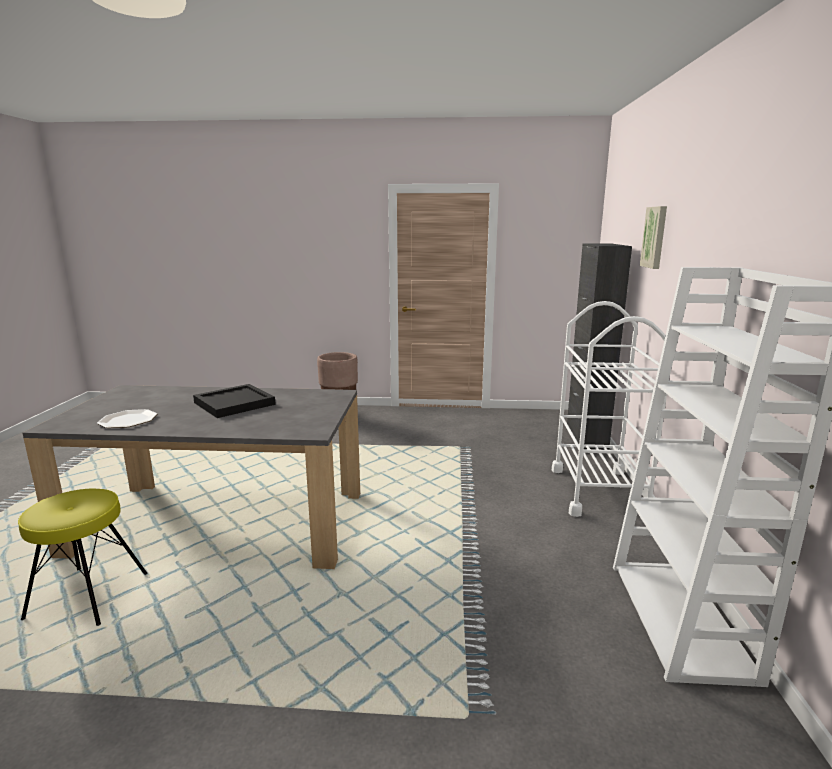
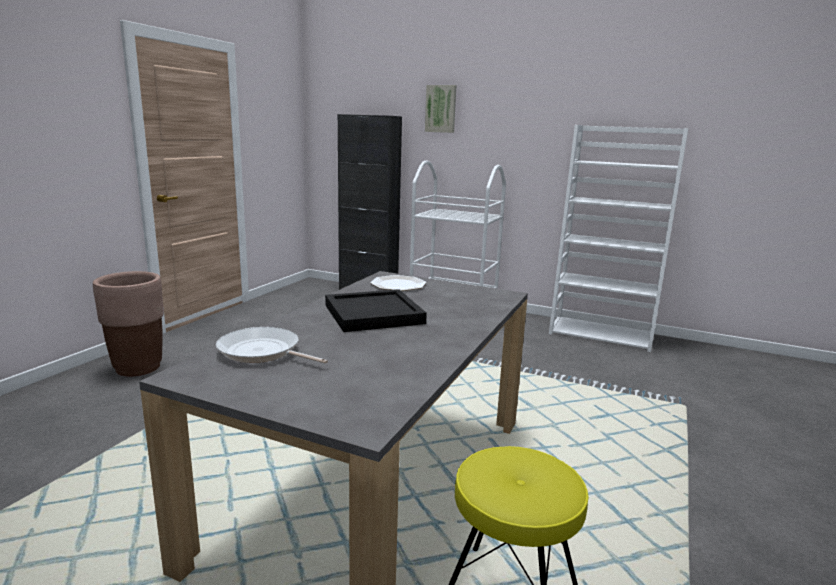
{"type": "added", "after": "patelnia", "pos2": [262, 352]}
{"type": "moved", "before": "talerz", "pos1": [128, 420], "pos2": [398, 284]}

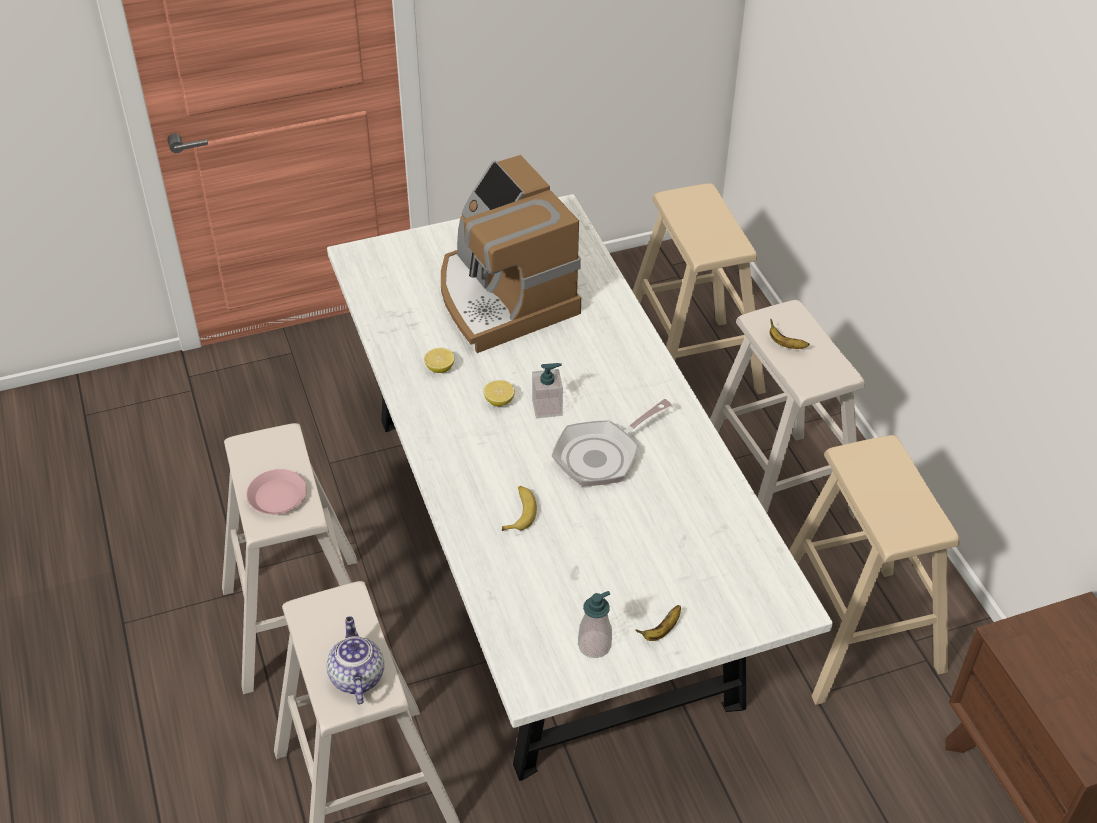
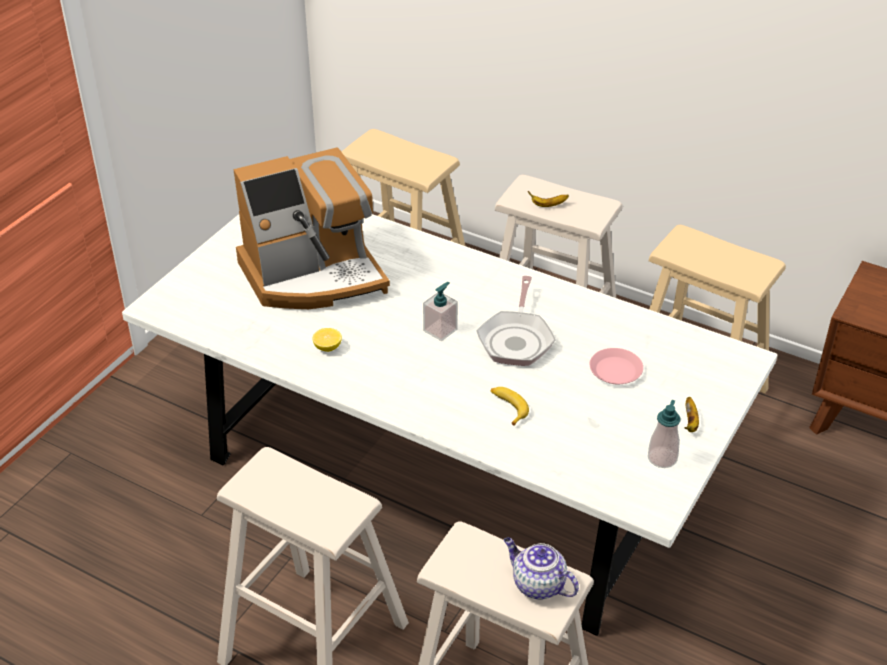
{"type": "turned", "before": "ekspres do kawy", "pos1": [502, 297], "pos2": [313, 275], "turn": -45}
{"type": "moved", "before": "talerz (różowy)", "pos1": [277, 497], "pos2": [615, 371]}
{"type": "removed", "before": "cytryna", "pos1": [499, 401]}

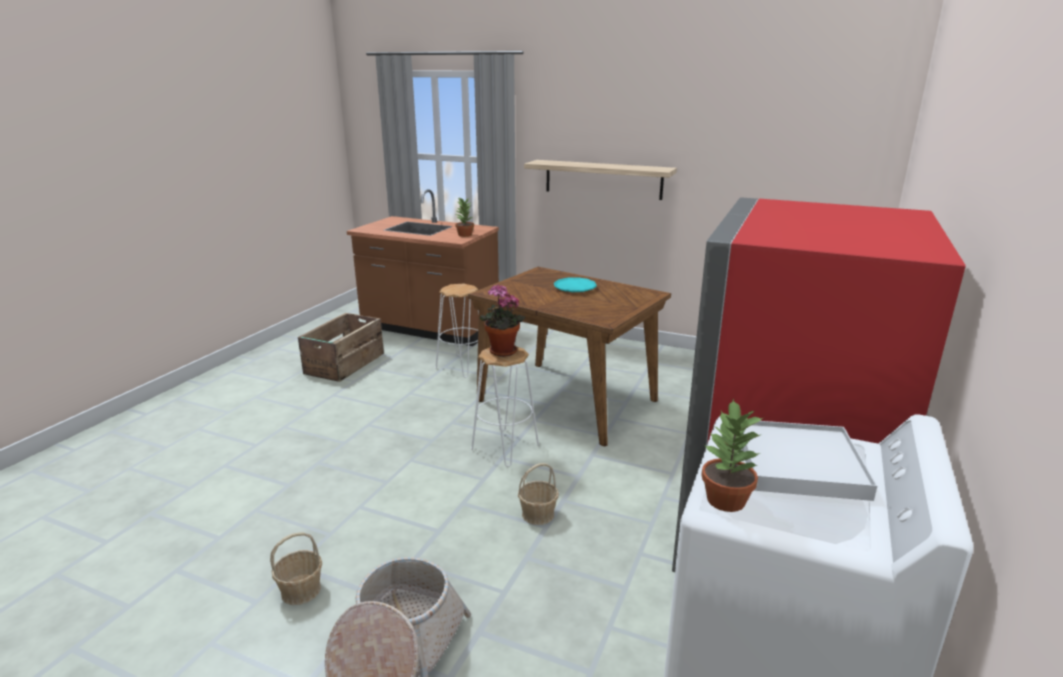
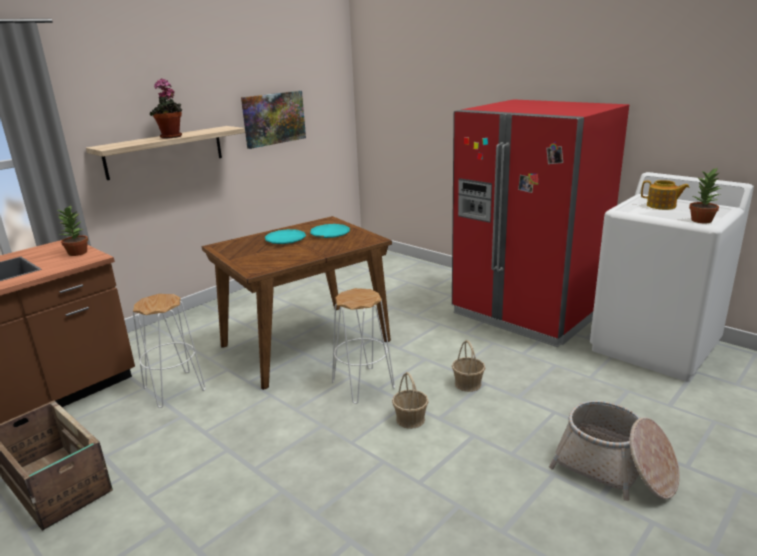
{"type": "moved", "before": "roślina doniczkowa", "pos1": [501, 352], "pos2": [171, 137]}
{"type": "added", "after": "obraz", "pos2": [273, 118]}
{"type": "added", "after": "talerz (turkusowy)", "pos2": [330, 234]}
{"type": "moved", "before": "koszyk", "pos1": [301, 590], "pos2": [410, 419]}
{"type": "replaced", "before": "taca (biały)", "after": "imbryk", "pos1": [799, 463], "pos2": [662, 206]}

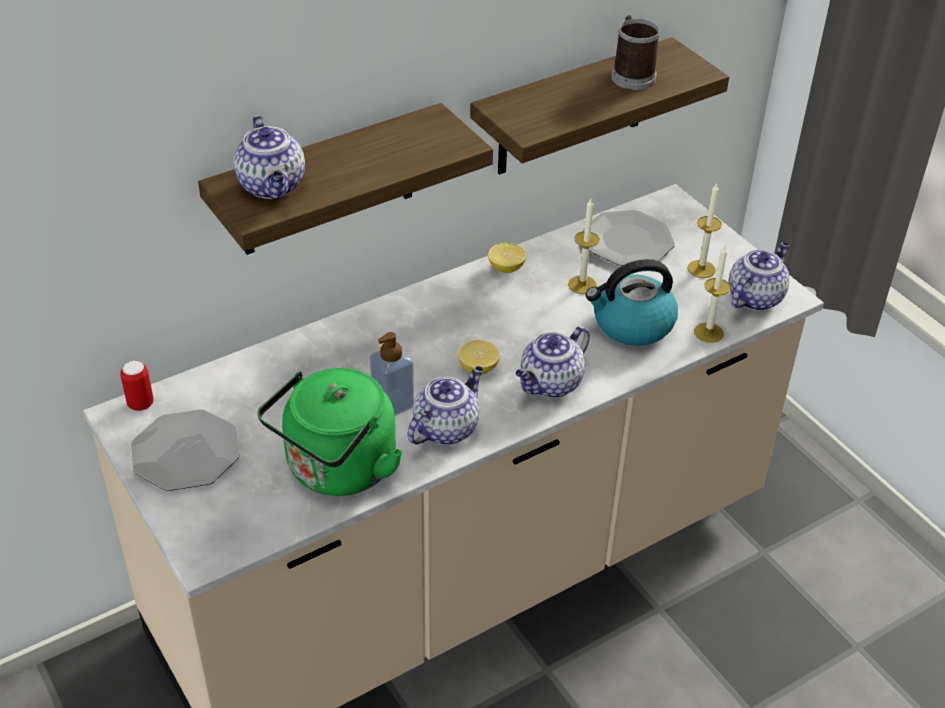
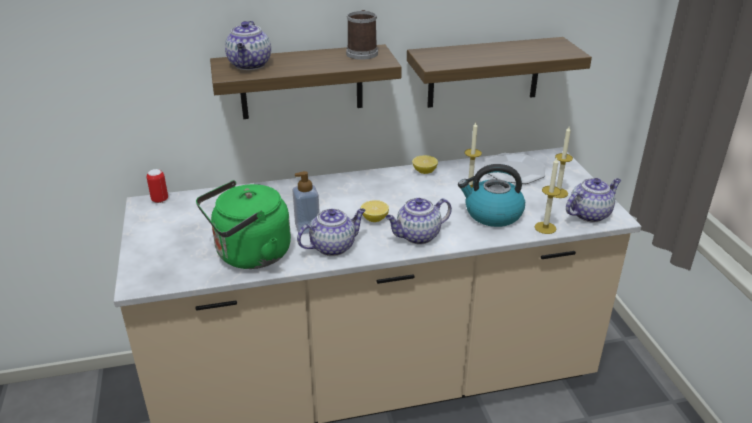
{"type": "moved", "before": "kubek", "pos1": [631, 75], "pos2": [362, 52]}
{"type": "removed", "before": "talerz", "pos1": [186, 452]}

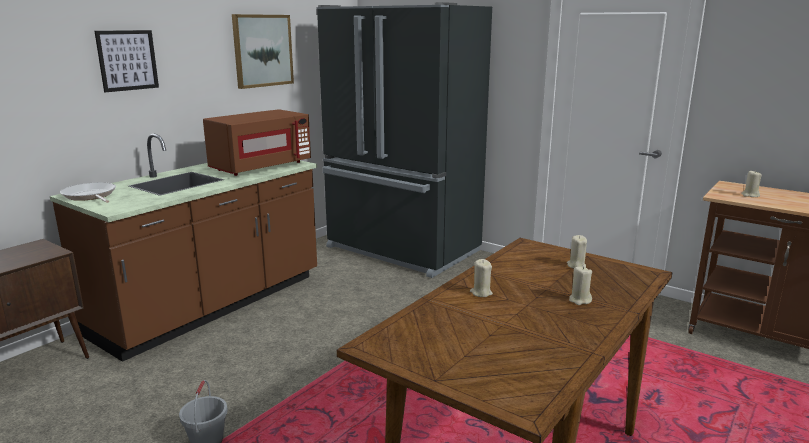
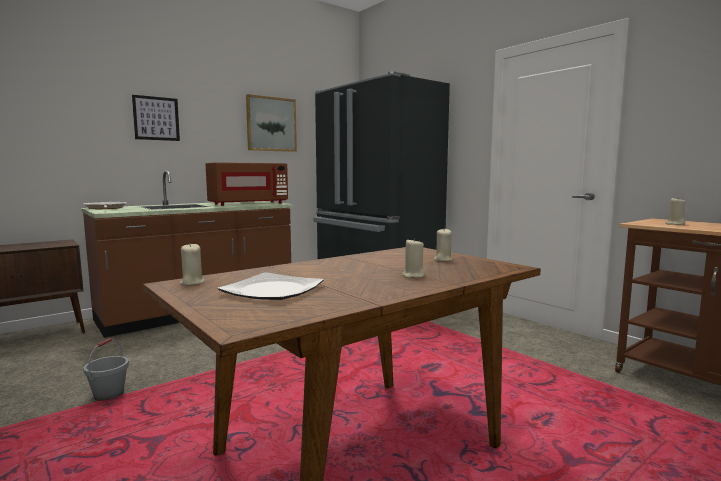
{"type": "moved", "before": "świeca (beżowy)", "pos1": [481, 293], "pos2": [192, 283]}
{"type": "added", "after": "talerz", "pos2": [272, 290]}

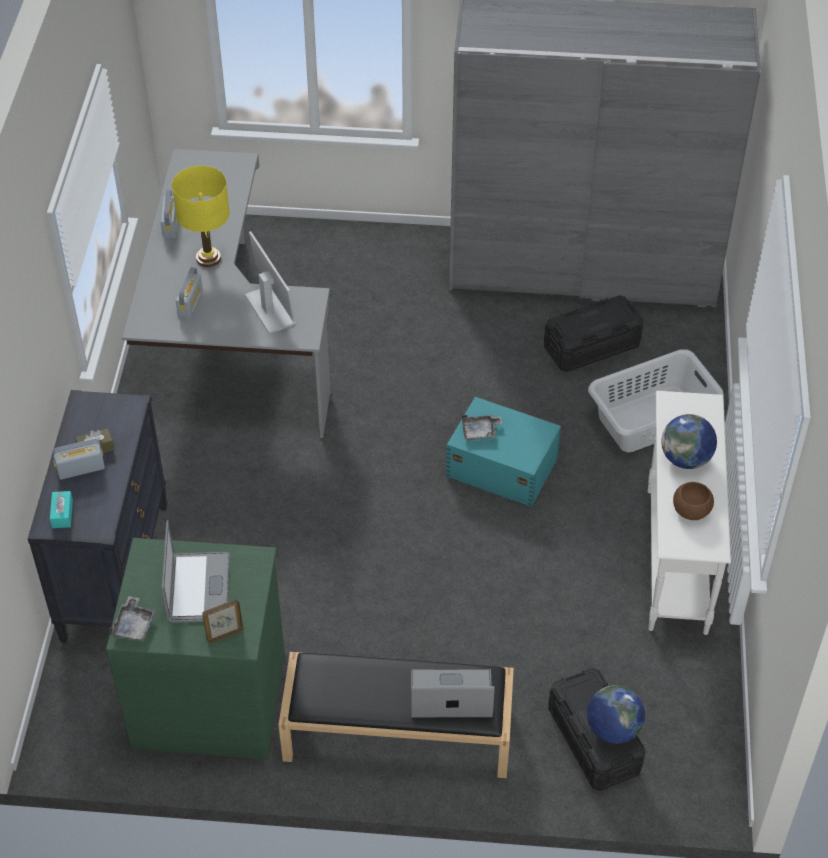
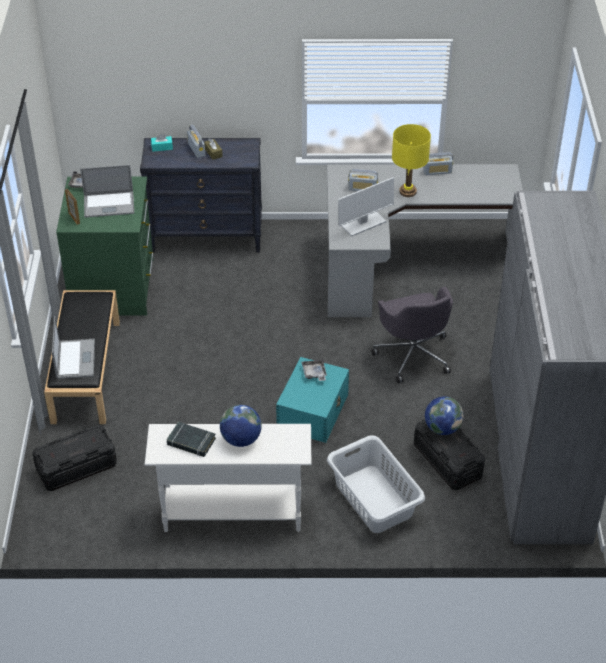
{"type": "replaced", "before": "miska (brązowy)", "after": "książka (czarny)", "pos1": [691, 510], "pos2": [191, 442]}
{"type": "added", "after": "krzesło biurowe (szary)", "pos2": [413, 354]}
{"type": "moved", "before": "globus", "pos1": [613, 729], "pos2": [442, 428]}

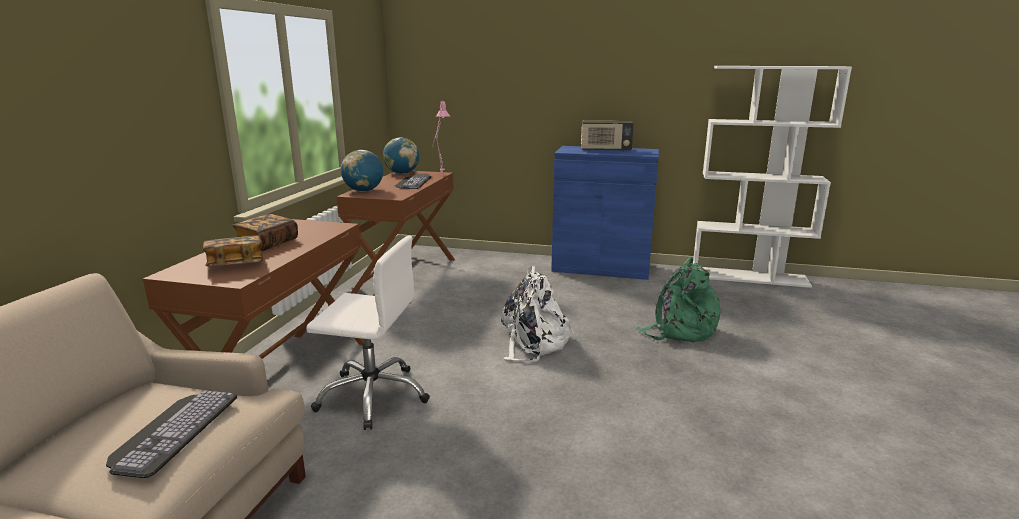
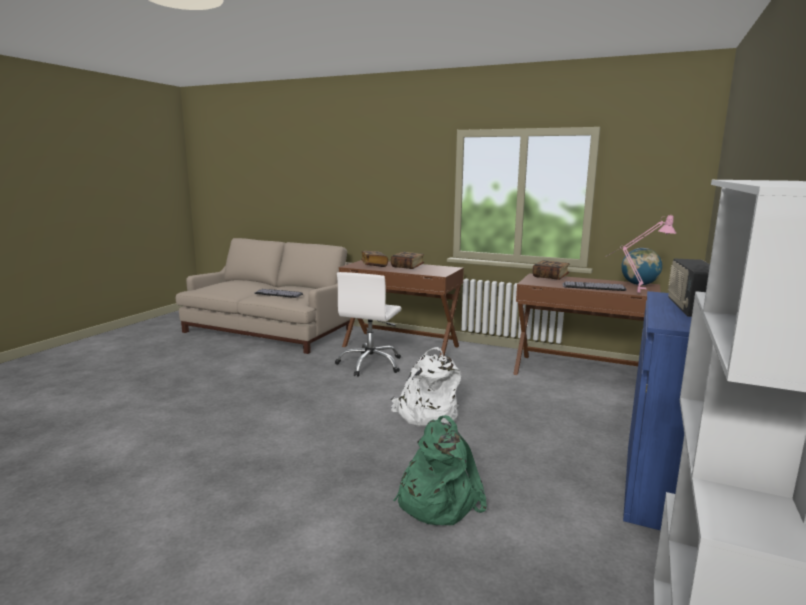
{"type": "replaced", "before": "globus", "after": "książka", "pos1": [363, 191], "pos2": [550, 277]}

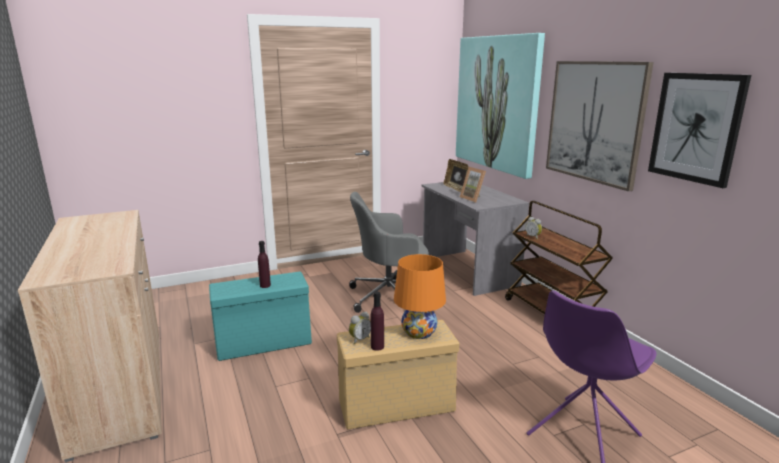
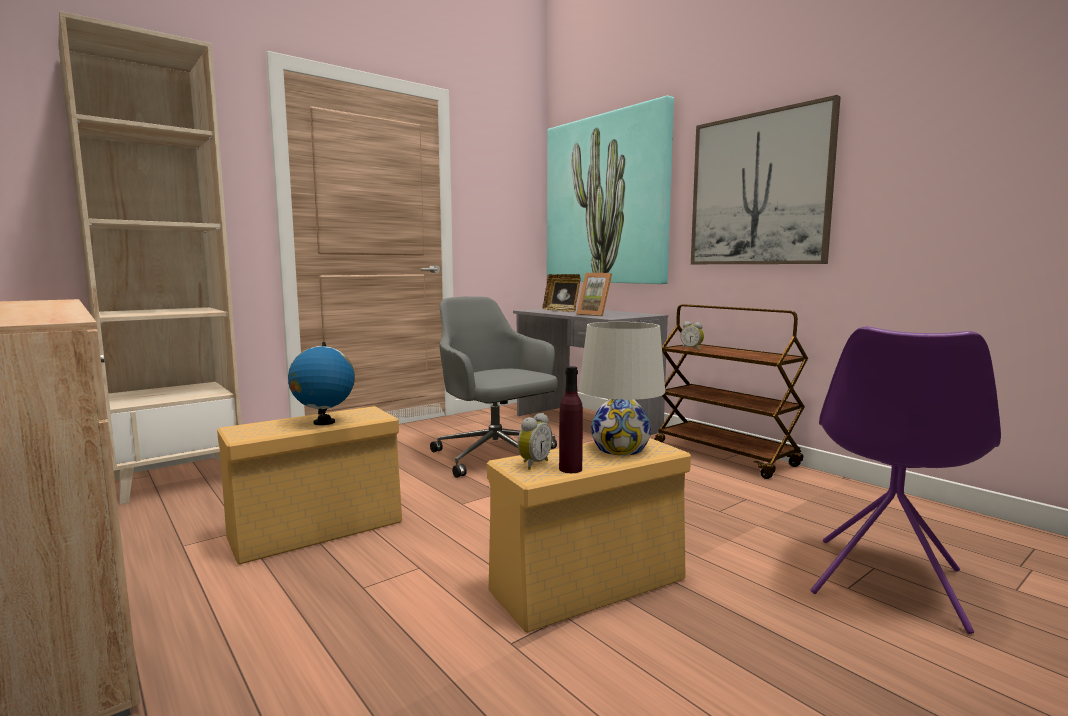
{"type": "added", "after": "regał (beżowy)", "pos2": [178, 478]}
{"type": "recoloured", "before": "pojemnik do przechowywania (turkusowy)", "after": "pojemnik do przechowywania (beżowy)", "pos1": [265, 342], "pos2": [319, 529]}
{"type": "replaced", "before": "butelka (fioletowy)", "after": "globus", "pos1": [265, 285], "pos2": [324, 422]}
{"type": "turned", "before": "krzesło biurowe (szary)", "pos1": [389, 296], "pos2": [495, 456], "turn": 75}
{"type": "recoloured", "before": "lampa stołowa (pomarańczowy)", "after": "lampa stołowa (biały)", "pos1": [418, 332], "pos2": [620, 448]}
{"type": "removed", "before": "obraz", "pos1": [696, 127]}

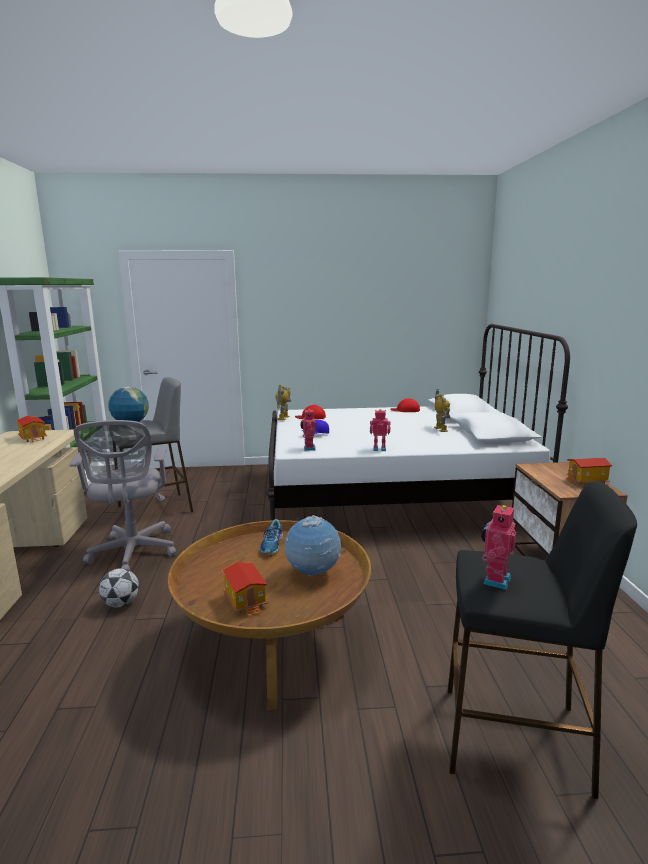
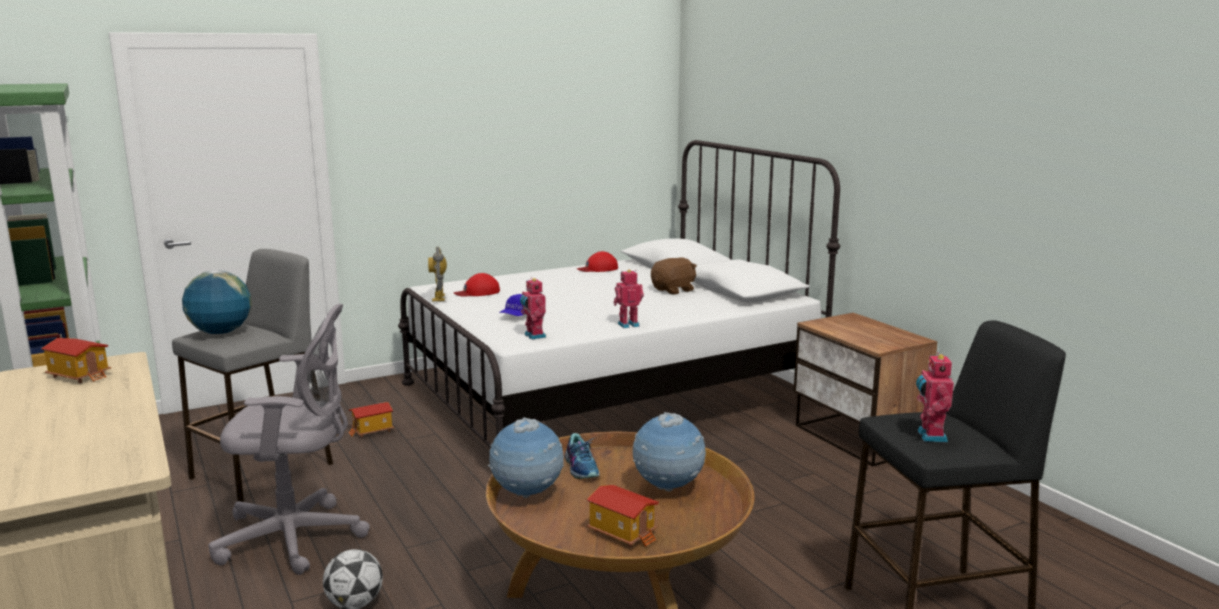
{"type": "turned", "before": "krzesło biurowe (szary)", "pos1": [133, 553], "pos2": [297, 538], "turn": -60}
{"type": "moved", "before": "domek", "pos1": [587, 481], "pos2": [372, 431]}
{"type": "added", "after": "globus", "pos2": [527, 495]}
{"type": "replaced", "before": "robot zabawkowy", "after": "pluszak (brązowy)", "pos1": [441, 429], "pos2": [674, 290]}

